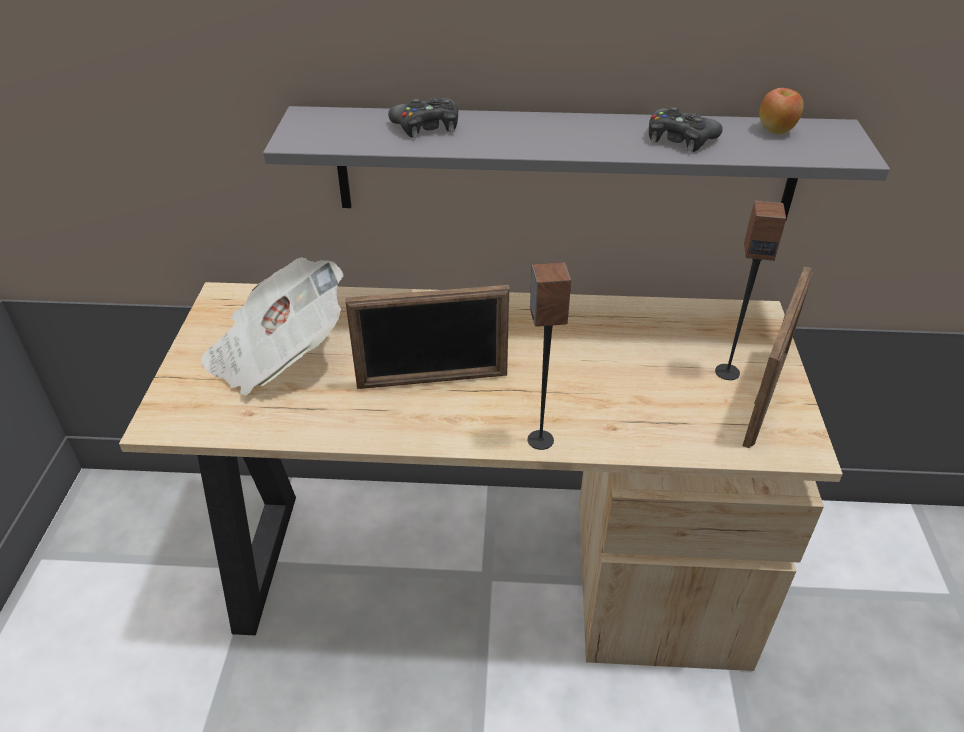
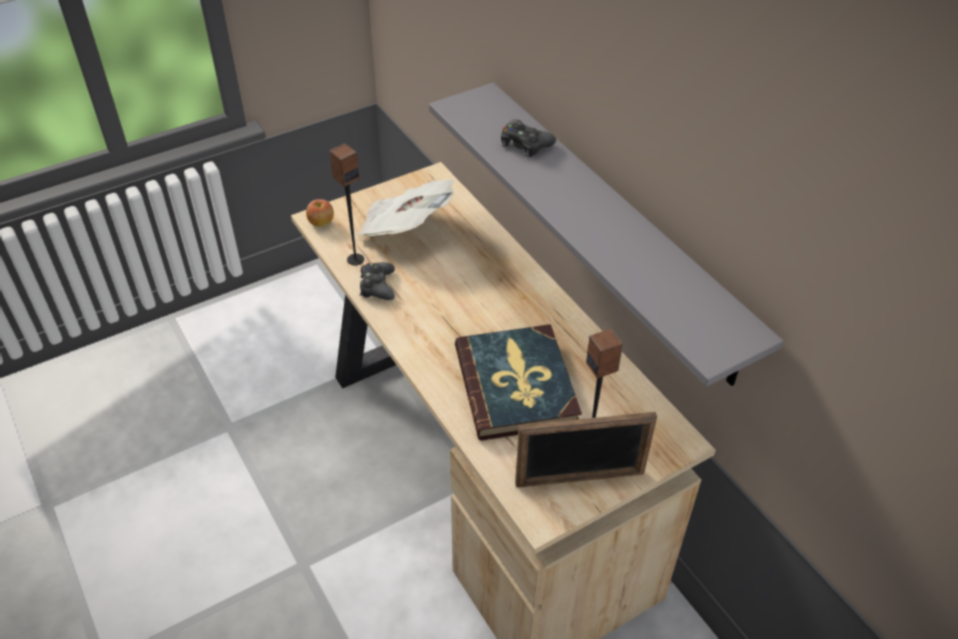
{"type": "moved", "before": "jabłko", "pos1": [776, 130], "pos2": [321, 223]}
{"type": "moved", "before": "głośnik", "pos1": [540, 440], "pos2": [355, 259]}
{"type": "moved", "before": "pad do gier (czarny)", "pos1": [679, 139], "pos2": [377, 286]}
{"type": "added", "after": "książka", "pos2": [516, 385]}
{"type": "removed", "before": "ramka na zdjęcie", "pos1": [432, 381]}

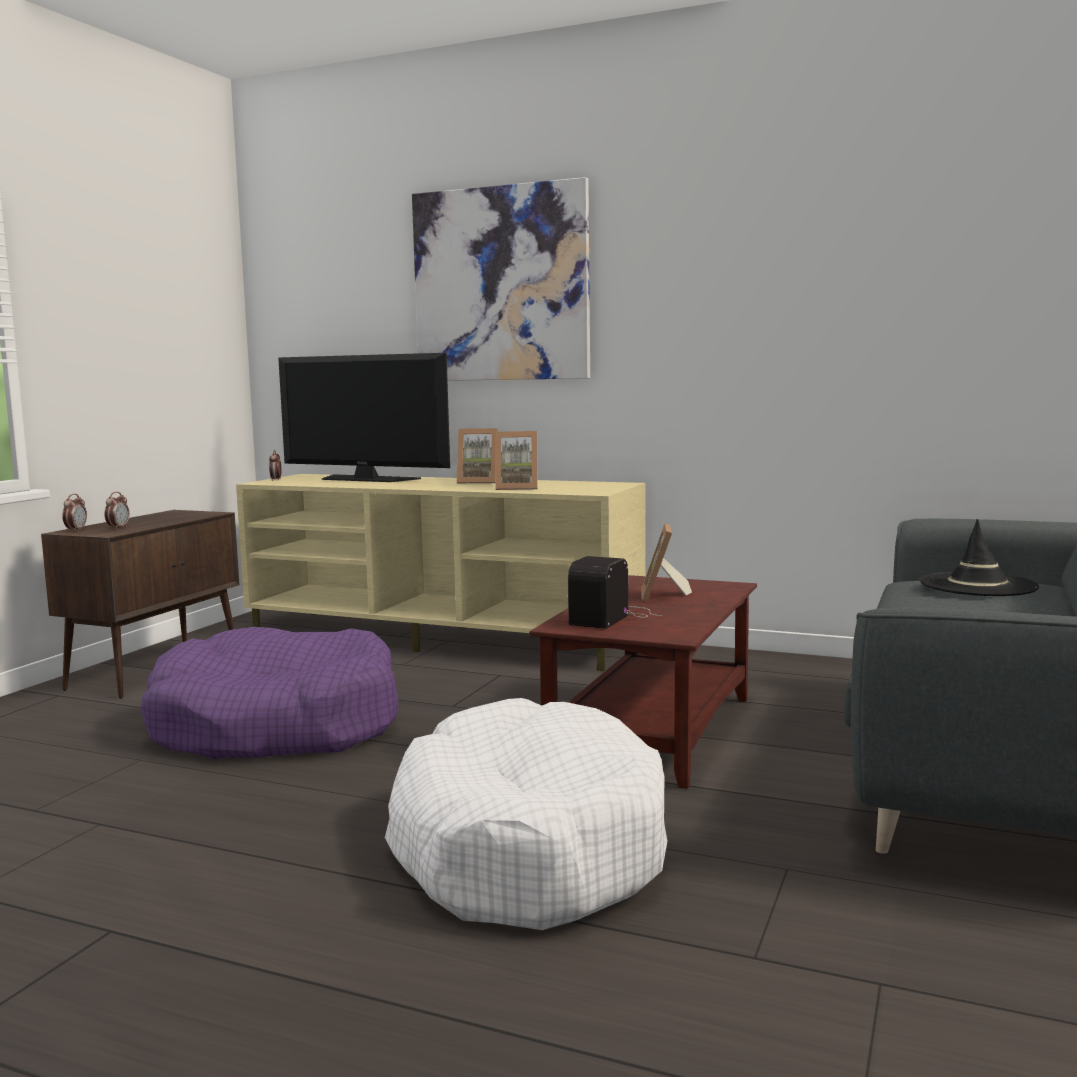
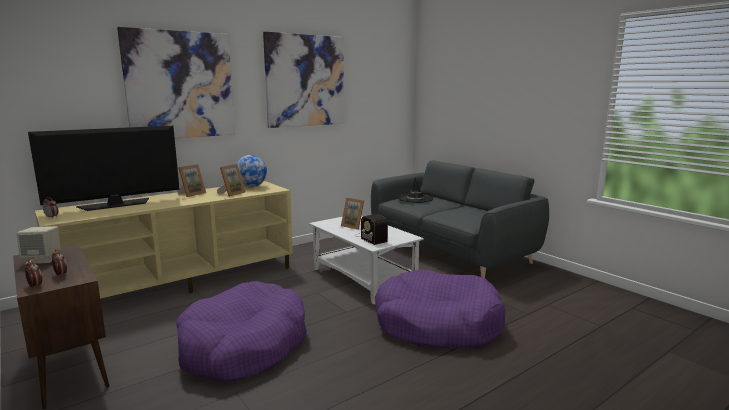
{"type": "added", "after": "głośnik (beżowy)", "pos2": [43, 259]}
{"type": "added", "after": "globus", "pos2": [251, 187]}
{"type": "added", "after": "obraz", "pos2": [305, 81]}
{"type": "recoloured", "before": "ława (brązowy)", "after": "ława (biały)", "pos1": [653, 731], "pos2": [364, 279]}
{"type": "recoloured", "before": "legowisko (biały)", "after": "legowisko (fioletowy)", "pos1": [527, 847], "pos2": [437, 324]}

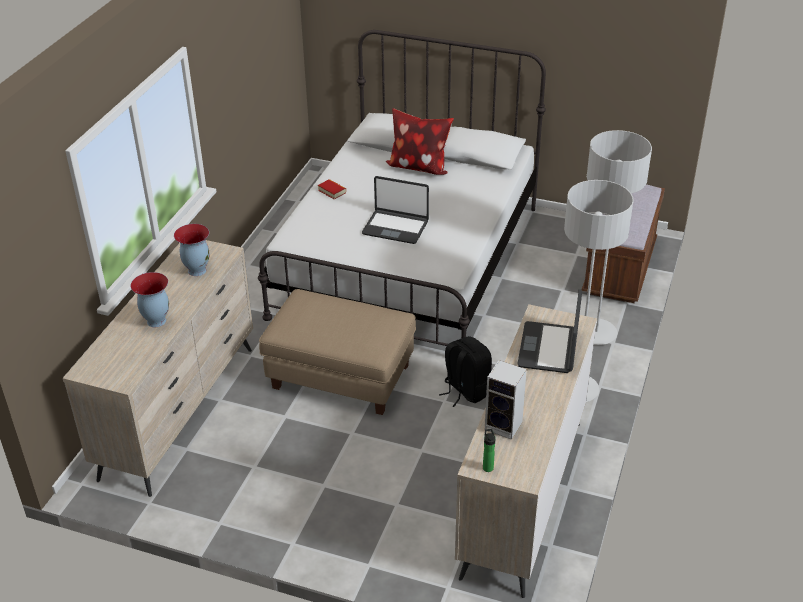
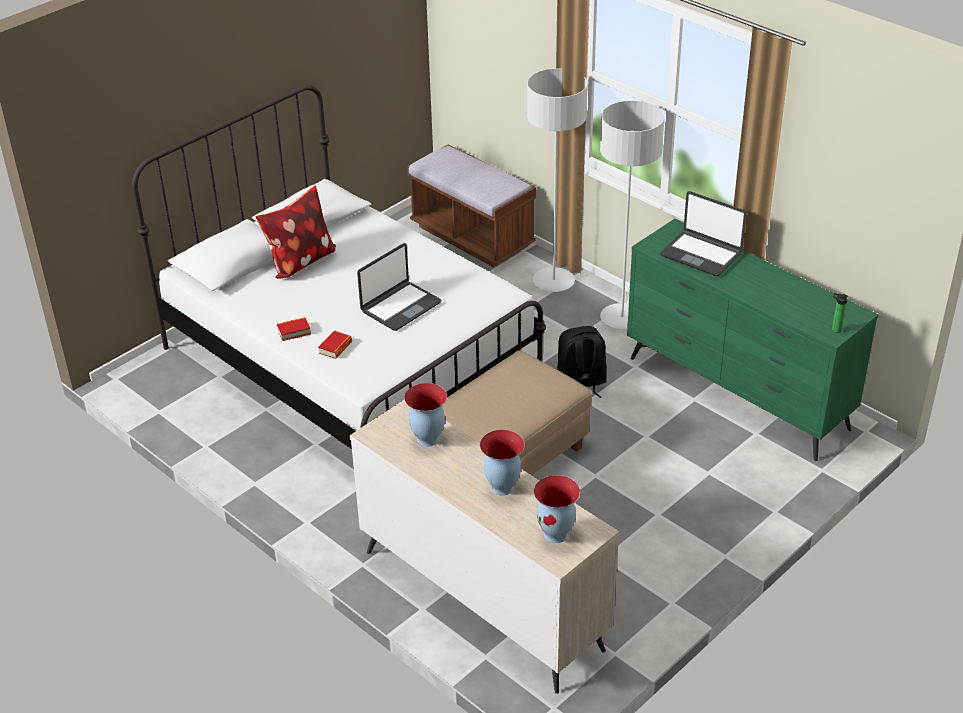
{"type": "added", "after": "książka", "pos2": [335, 348]}
{"type": "added", "after": "wazon", "pos2": [556, 534]}
{"type": "recoloured", "before": "komoda (beżowy)", "after": "komoda (zielony)", "pos1": [522, 497], "pos2": [737, 394]}
{"type": "removed", "before": "głośnik", "pos1": [505, 426]}

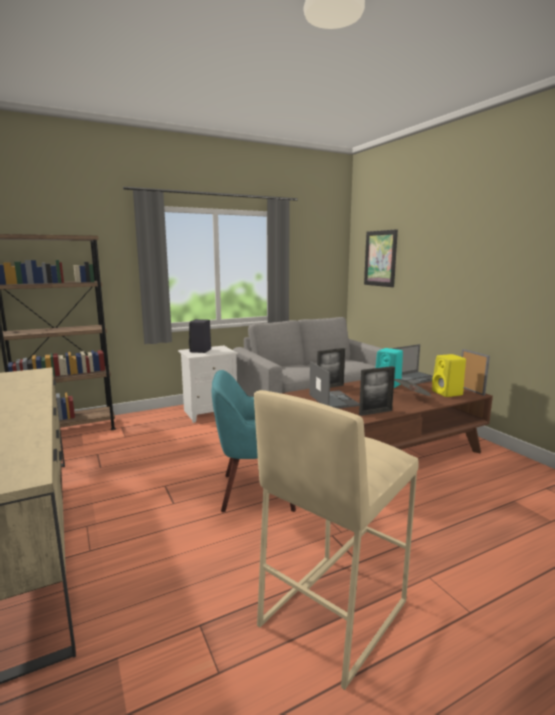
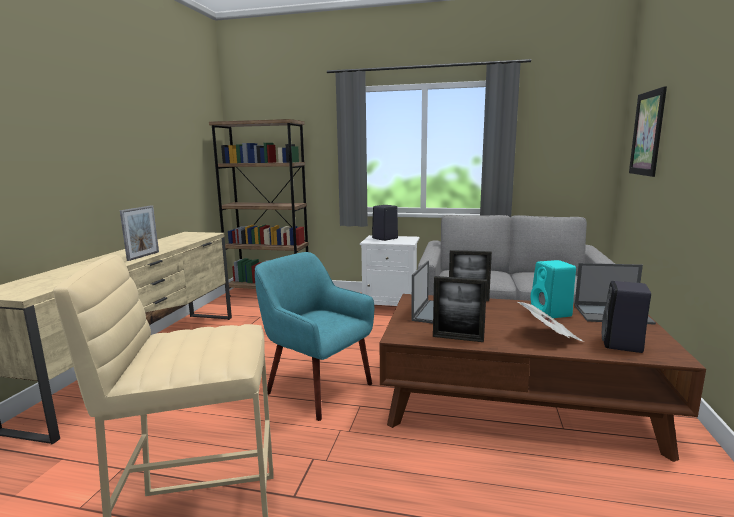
{"type": "moved", "before": "ramka na zdjęcie", "pos1": [471, 390], "pos2": [143, 256]}
{"type": "recoloured", "before": "głośnik (żółty)", "after": "głośnik (czarny)", "pos1": [448, 393], "pos2": [622, 345]}

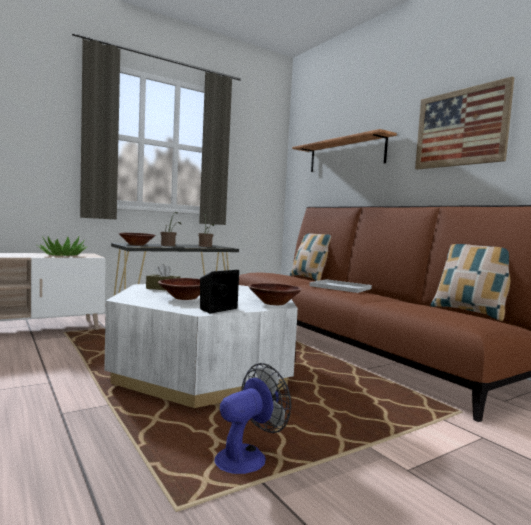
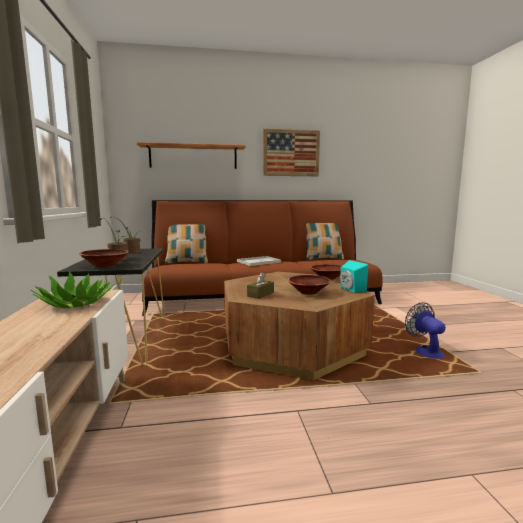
{"type": "recoloured", "before": "ława (biały)", "after": "ława (brązowy)", "pos1": [204, 370], "pos2": [292, 344]}
{"type": "recoloured", "before": "głośnik (czarny)", "after": "głośnik (turkusowy)", "pos1": [215, 309], "pos2": [350, 289]}

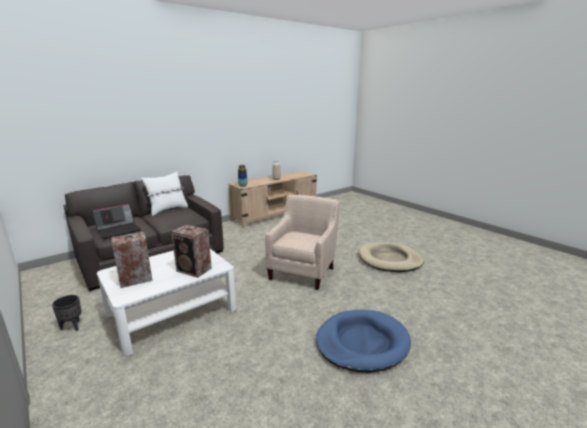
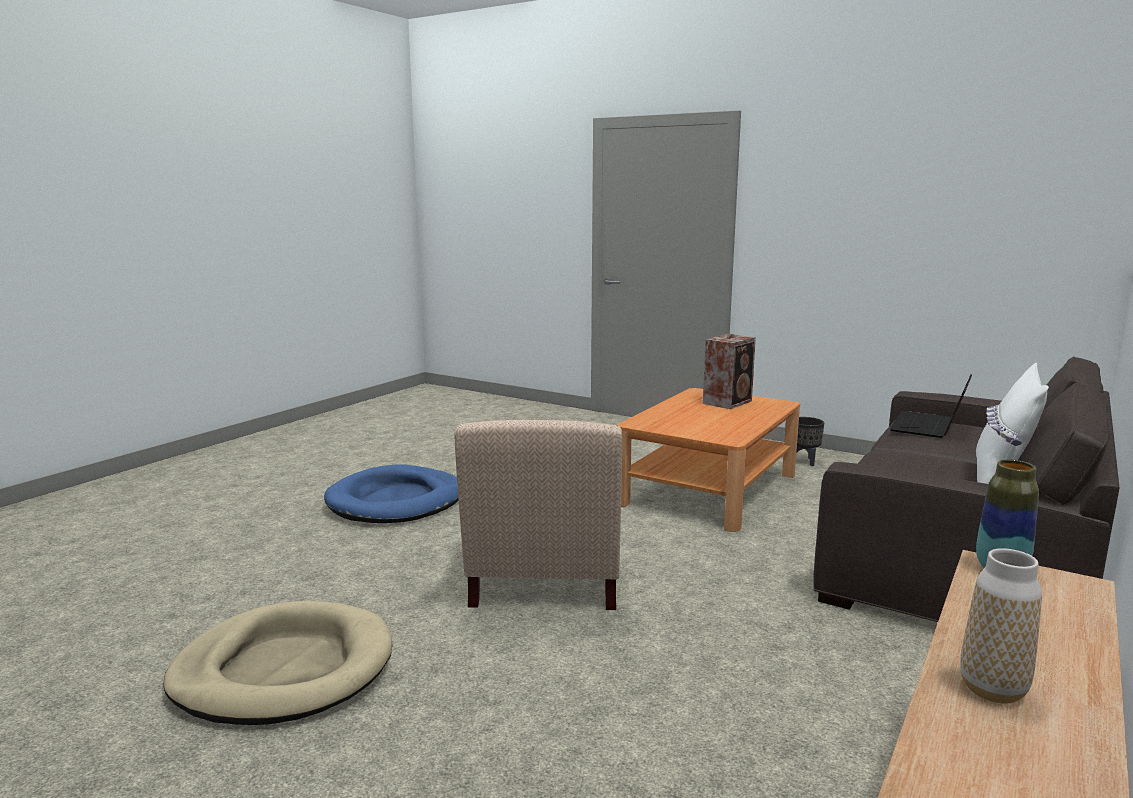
{"type": "recoloured", "before": "ława (biały)", "after": "ława (brązowy)", "pos1": [172, 311], "pos2": [709, 489]}
{"type": "removed", "before": "głośnik", "pos1": [194, 270]}

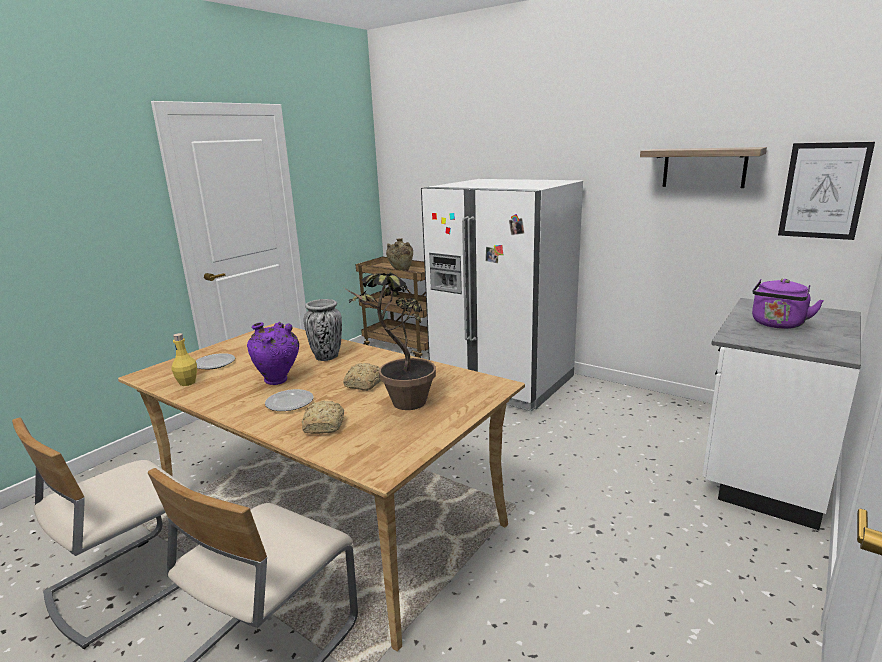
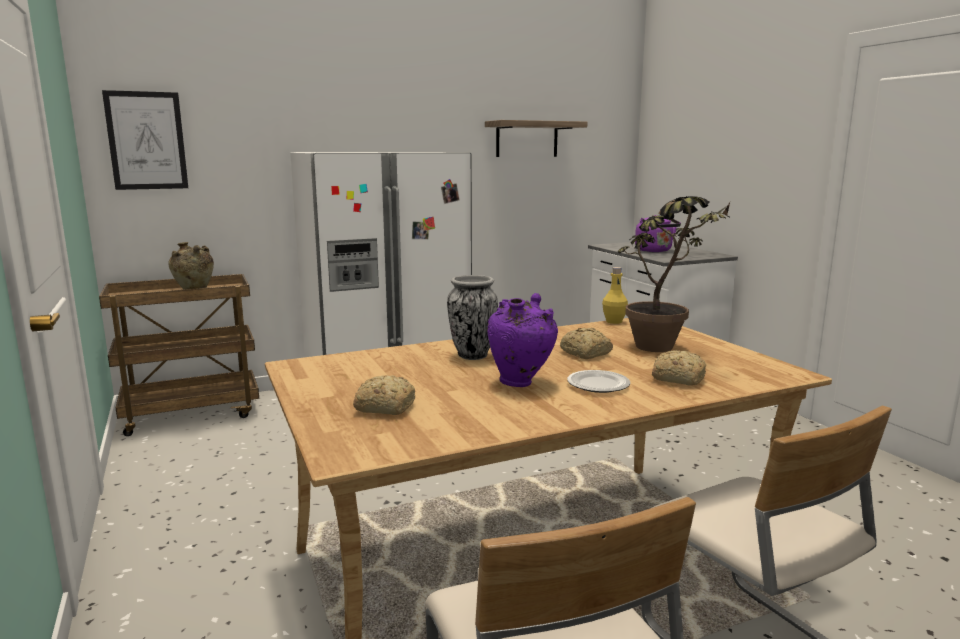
{"type": "moved", "before": "obraz", "pos1": [823, 191], "pos2": [146, 141]}
{"type": "replaced", "before": "talerz", "after": "chleb", "pos1": [215, 363], "pos2": [384, 407]}
{"type": "moved", "before": "butelka (żółty)", "pos1": [187, 383], "pos2": [614, 321]}

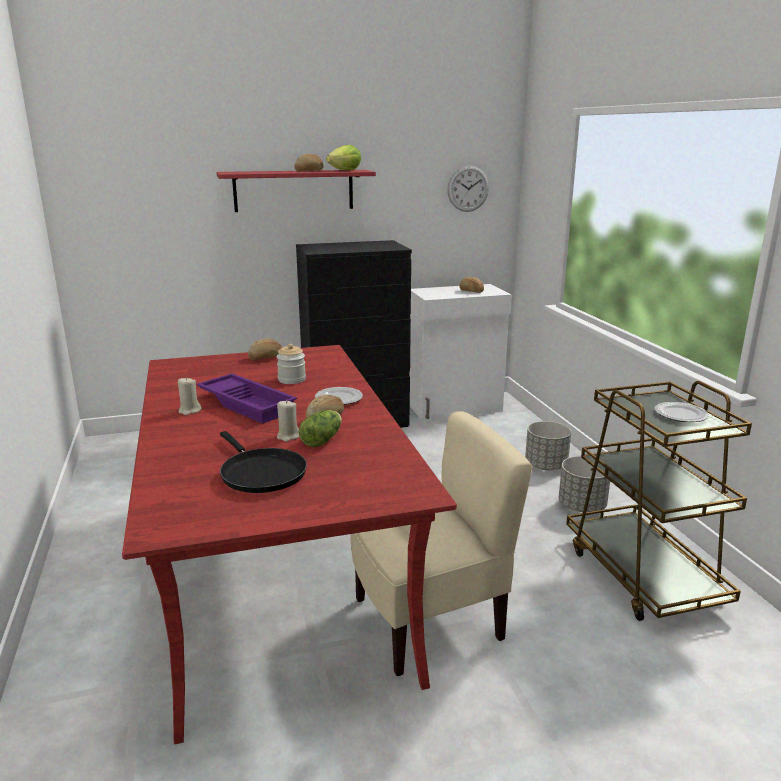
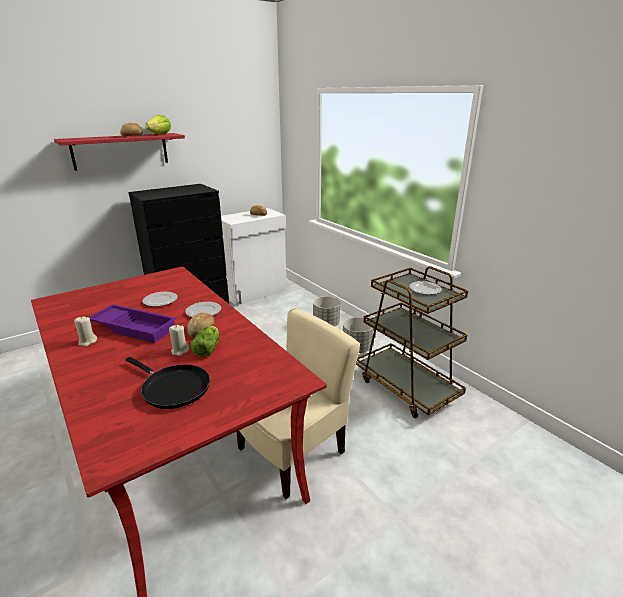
{"type": "replaced", "before": "słoik", "after": "talerz", "pos1": [292, 380], "pos2": [160, 301]}
{"type": "removed", "before": "chleb", "pos1": [266, 358]}
{"type": "removed", "before": "zegar ścienny", "pos1": [468, 188]}

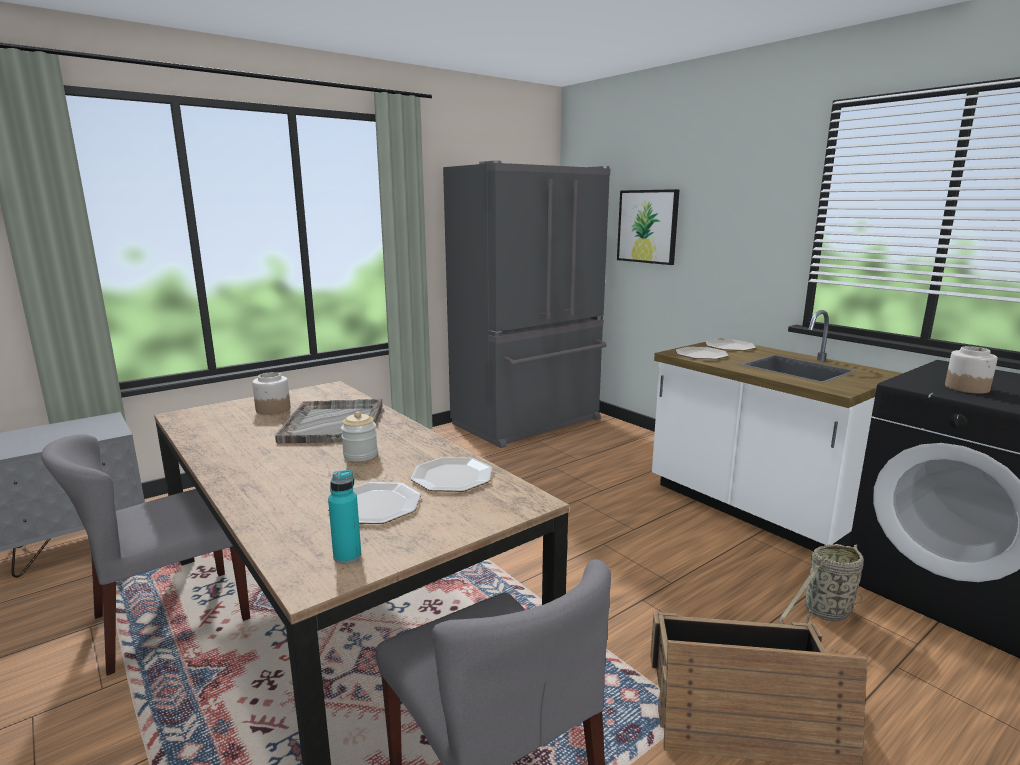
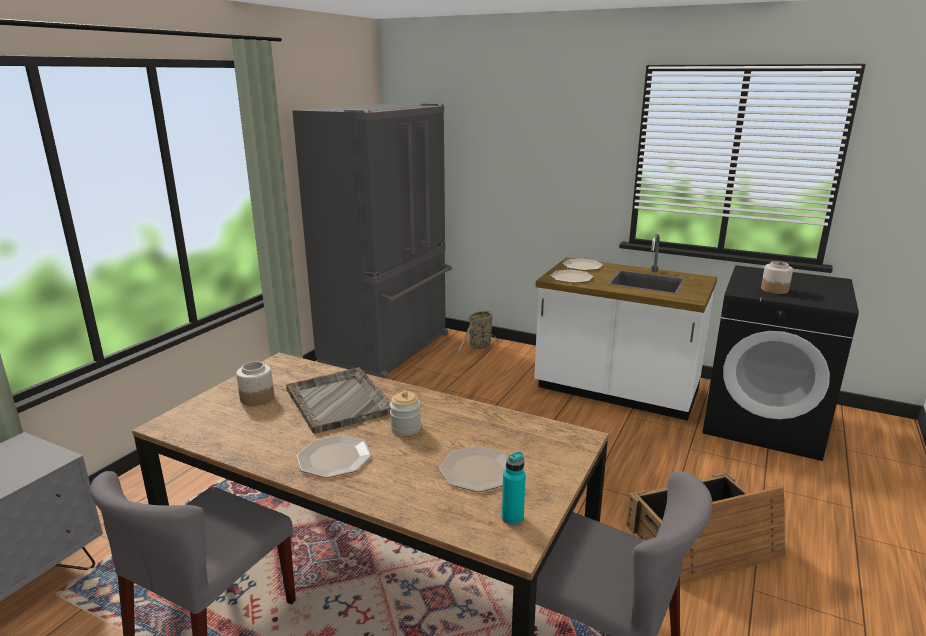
{"type": "moved", "before": "talerz", "pos1": [452, 476], "pos2": [334, 457]}
{"type": "moved", "before": "koszyk", "pos1": [825, 613], "pos2": [479, 347]}
{"type": "removed", "before": "obraz", "pos1": [647, 226]}

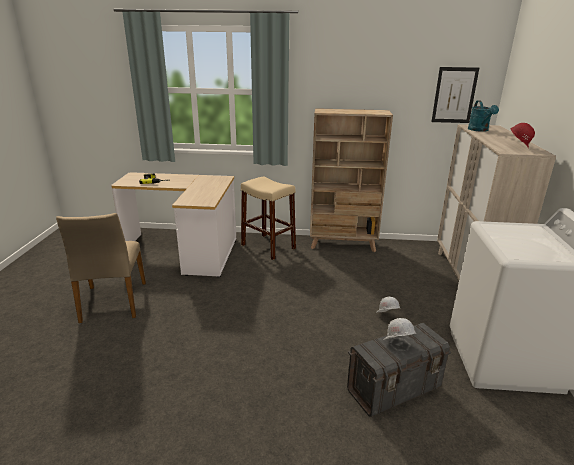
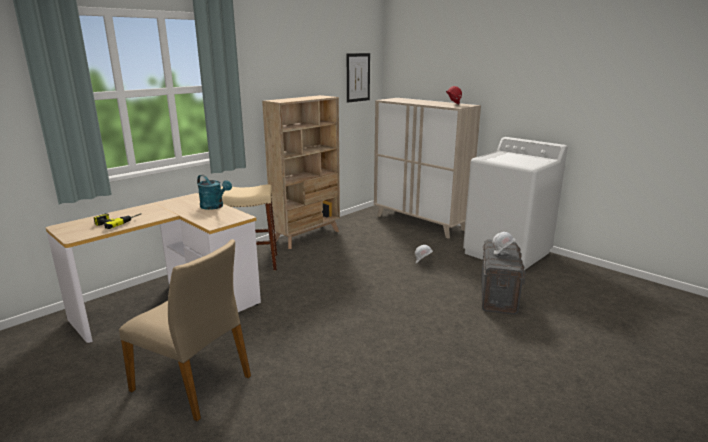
{"type": "moved", "before": "konewka (turkusowy)", "pos1": [479, 130], "pos2": [214, 207]}

